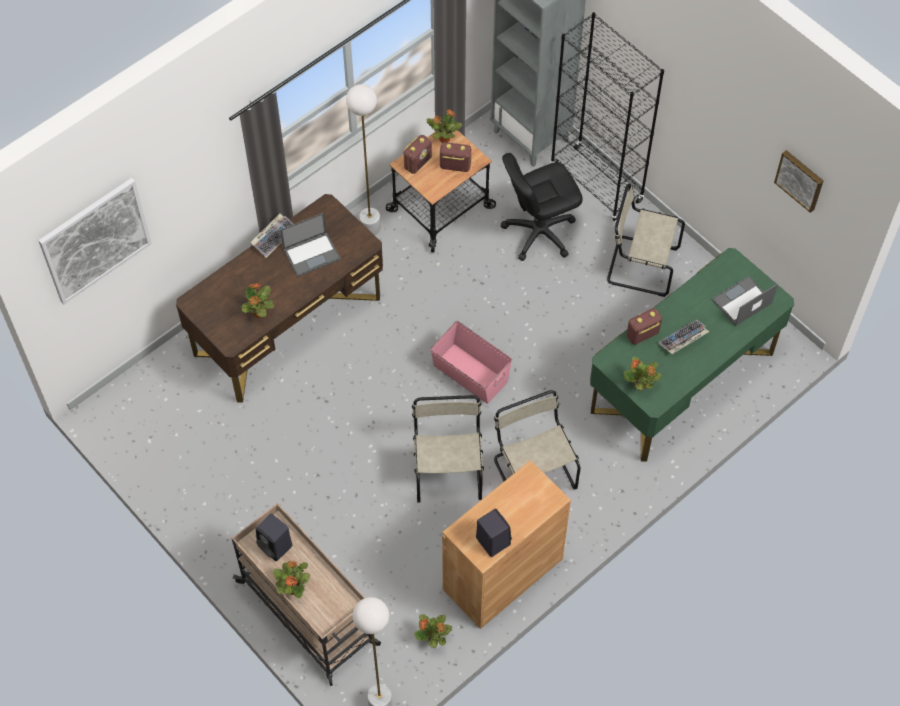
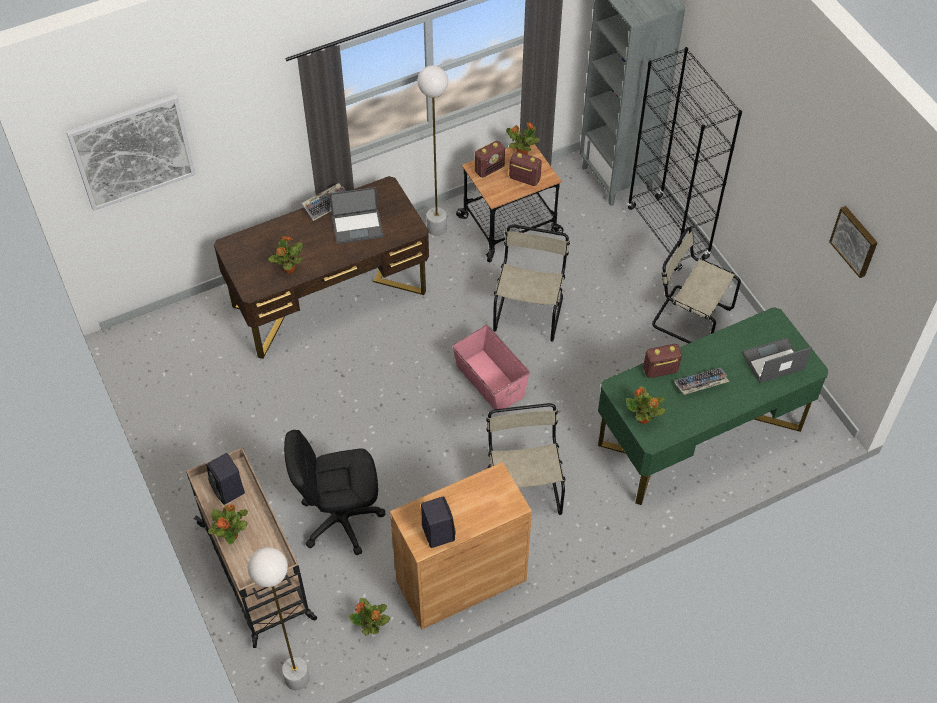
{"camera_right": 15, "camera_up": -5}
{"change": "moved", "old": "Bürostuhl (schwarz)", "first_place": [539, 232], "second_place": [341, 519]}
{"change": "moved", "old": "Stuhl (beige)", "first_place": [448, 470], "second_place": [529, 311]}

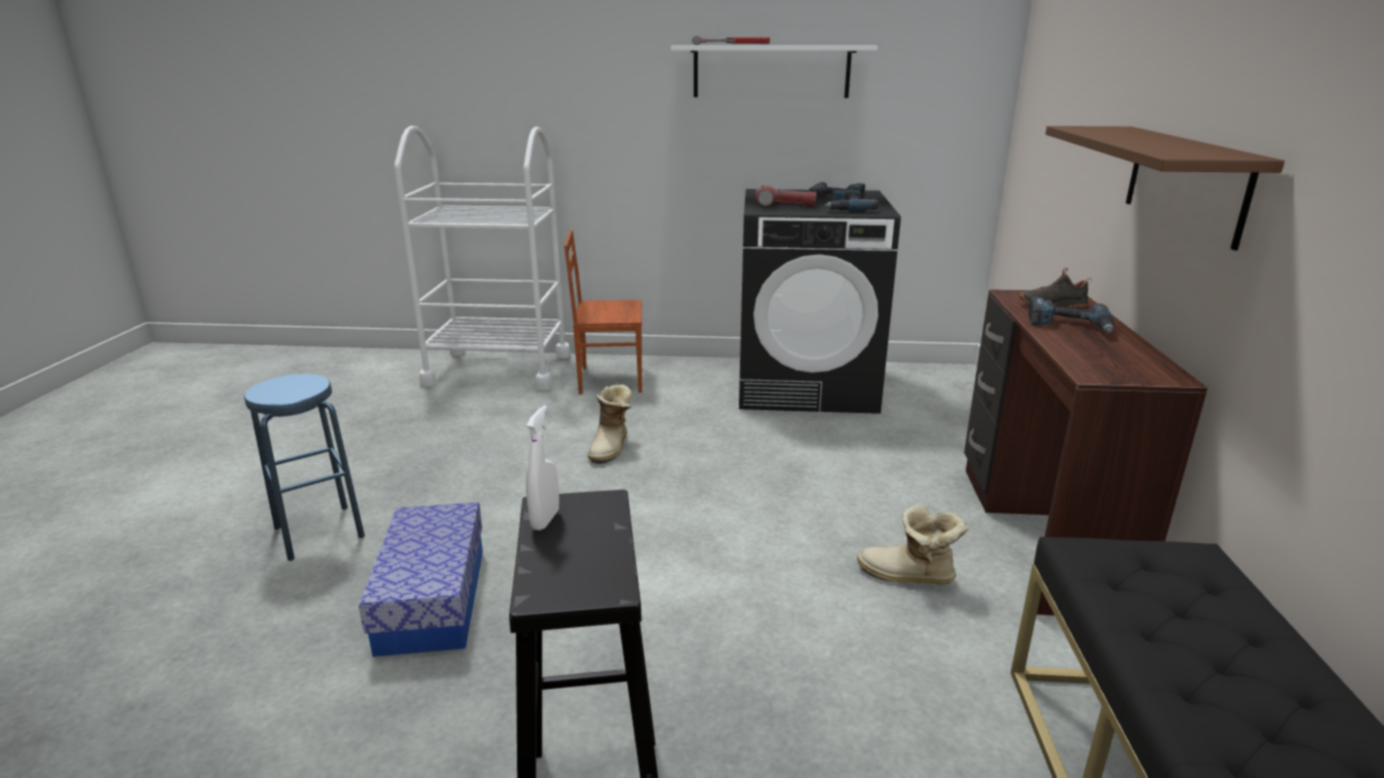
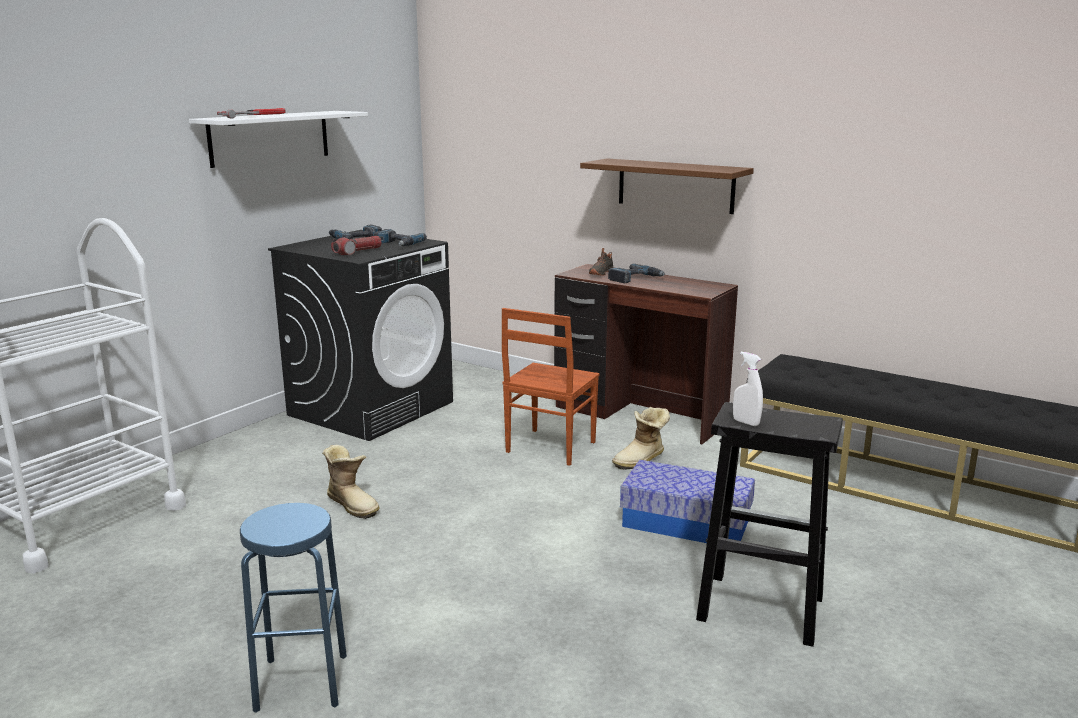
{"camera_right": -60, "camera_up": -5}
{"change": "moved", "old": "Stuhl (braun)", "first_place": [609, 379], "second_place": [549, 447]}
{"change": "moved", "old": "Aufbewahrungsbox", "first_place": [433, 599], "second_place": [686, 523]}

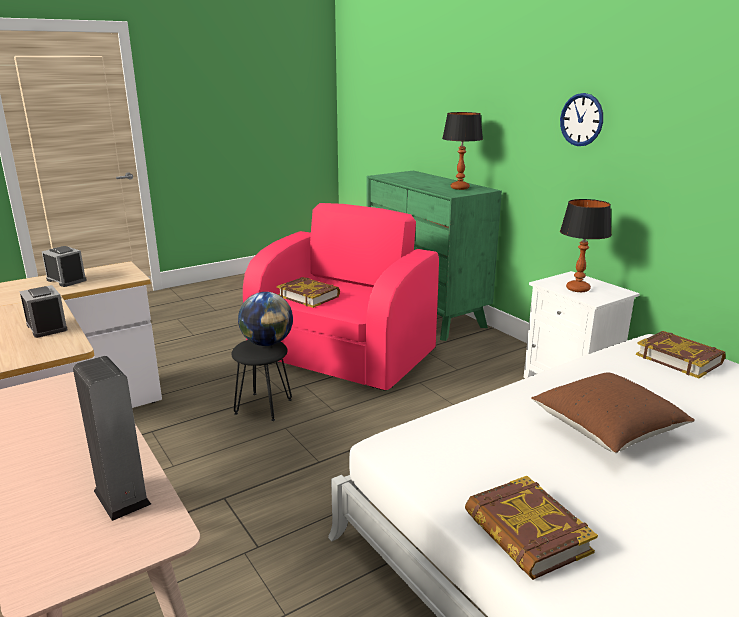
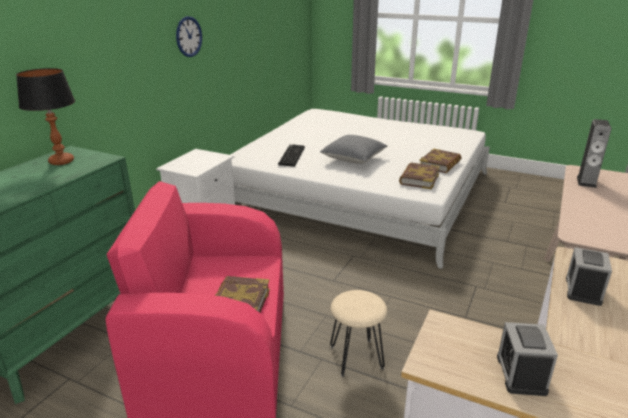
{"camera_right": -120, "camera_up": 5}
{"change": "moved", "old": "Wanduhr", "first_place": [581, 119], "second_place": [189, 36]}
{"change": "added", "new": "Tastatur", "second_place": [291, 156]}
{"change": "recoloured", "old": "Kissen (braun)", "new": "Kissen (grau)", "first_place": [606, 430], "second_place": [353, 159]}
{"change": "recoloured", "old": "Hocker (schwarz)", "new": "Hocker (beige)", "first_place": [264, 406], "second_place": [356, 357]}
{"change": "moved", "old": "Buch", "first_place": [679, 359], "second_place": [419, 179]}
{"change": "removed", "old": "Globus", "first_place": [267, 343]}
{"change": "removed", "old": "Tischlampe", "first_place": [577, 289]}

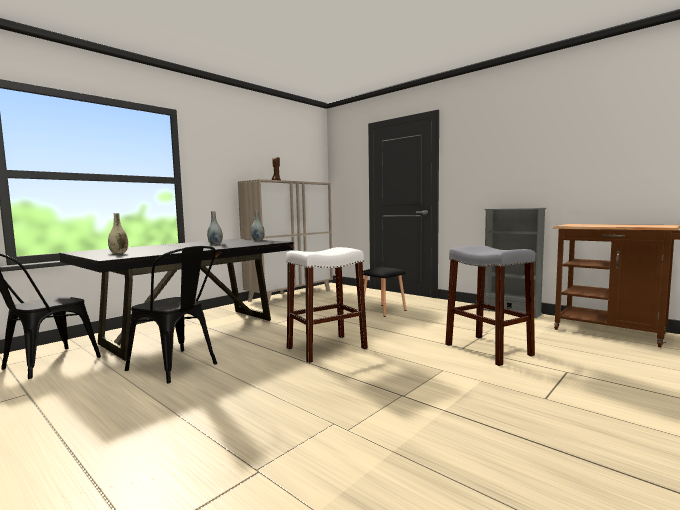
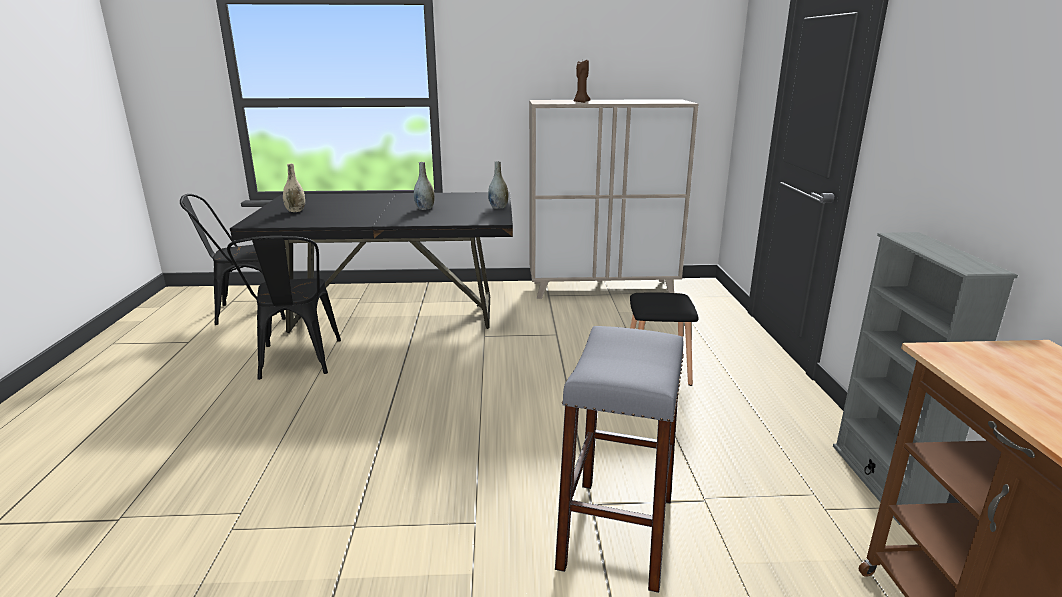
{"camera_right": 45, "camera_up": 15}
{"change": "removed", "old": "Hocker (weiß)", "first_place": [327, 348]}

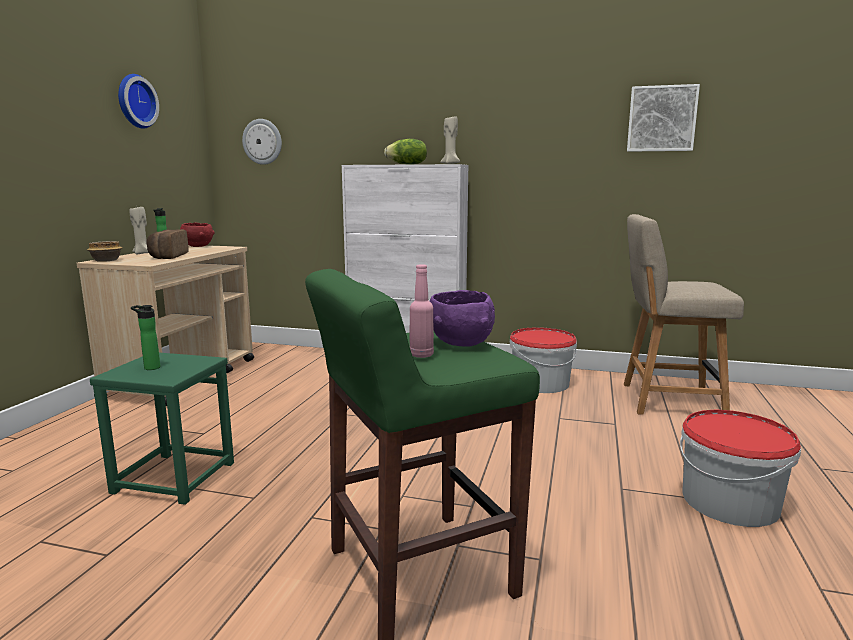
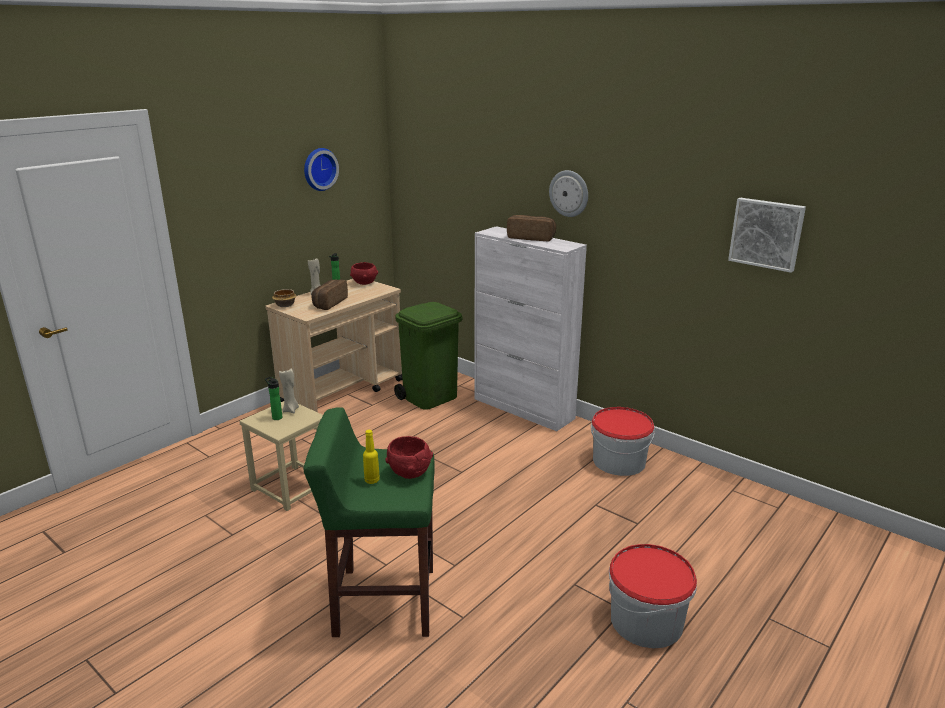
{"camera_right": 25, "camera_up": 10}
{"change": "recoloured", "old": "Hocker (grün)", "new": "Hocker (beige)", "first_place": [173, 478], "second_place": [290, 487]}
{"change": "moved", "old": "Kerze (beige)", "first_place": [450, 164], "second_place": [291, 410]}
{"change": "recoloured", "old": "Flasche (rosa)", "new": "Flasche (gelb)", "first_place": [421, 355], "second_place": [372, 480]}
{"change": "recoloured", "old": "Schüssel (lila)", "new": "Schüssel (rot)", "first_place": [461, 343], "second_place": [409, 473]}
{"change": "added", "new": "Mülleimer (grün)", "second_place": [430, 397]}
{"change": "replaced", "old": "Salatkopf", "new": "Brot", "first_place": [407, 164], "second_place": [531, 238]}
{"change": "moved", "old": "Wanduhr", "first_place": [262, 142], "second_place": [569, 193]}
{"change": "removed", "old": "Stuhl (beige)", "first_place": [666, 400]}

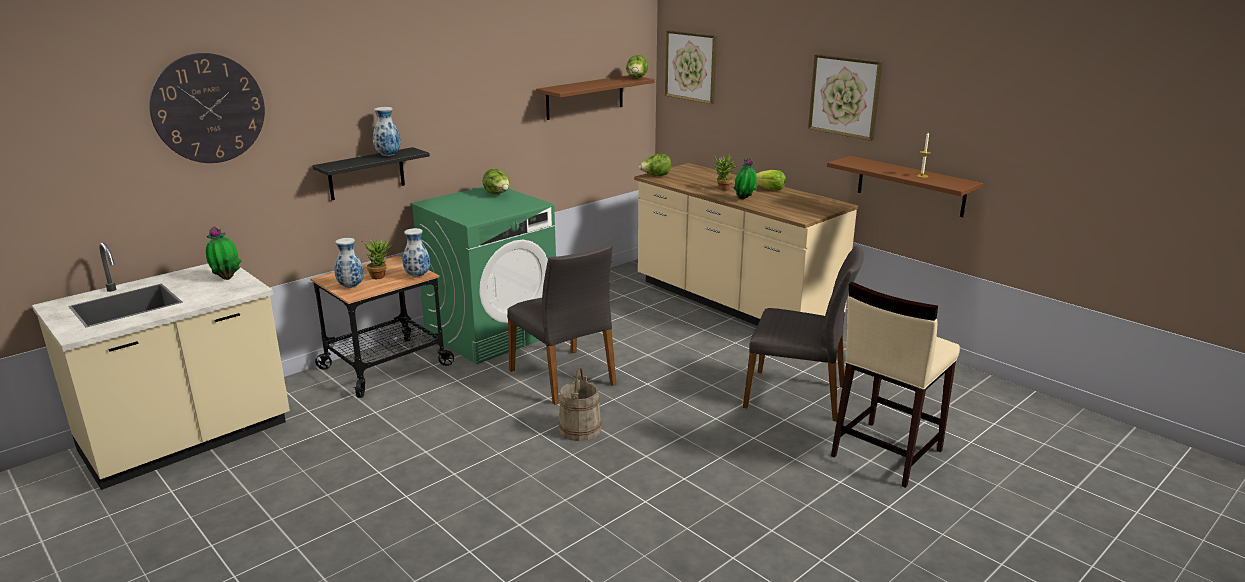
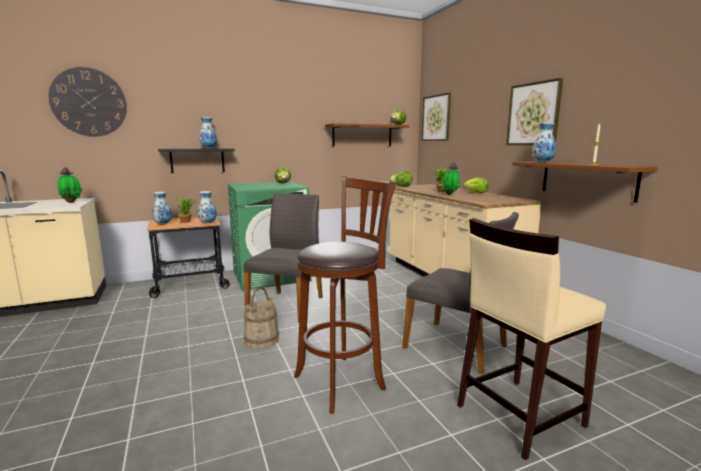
{"camera_right": 20, "camera_up": -10}
{"change": "turned", "old": "Stuhl (grau)", "first_place": [564, 377], "second_place": [287, 305], "degrees": -150}
{"change": "added", "new": "Hocker (braun)", "second_place": [343, 380]}
{"change": "added", "new": "Vase", "second_place": [542, 162]}

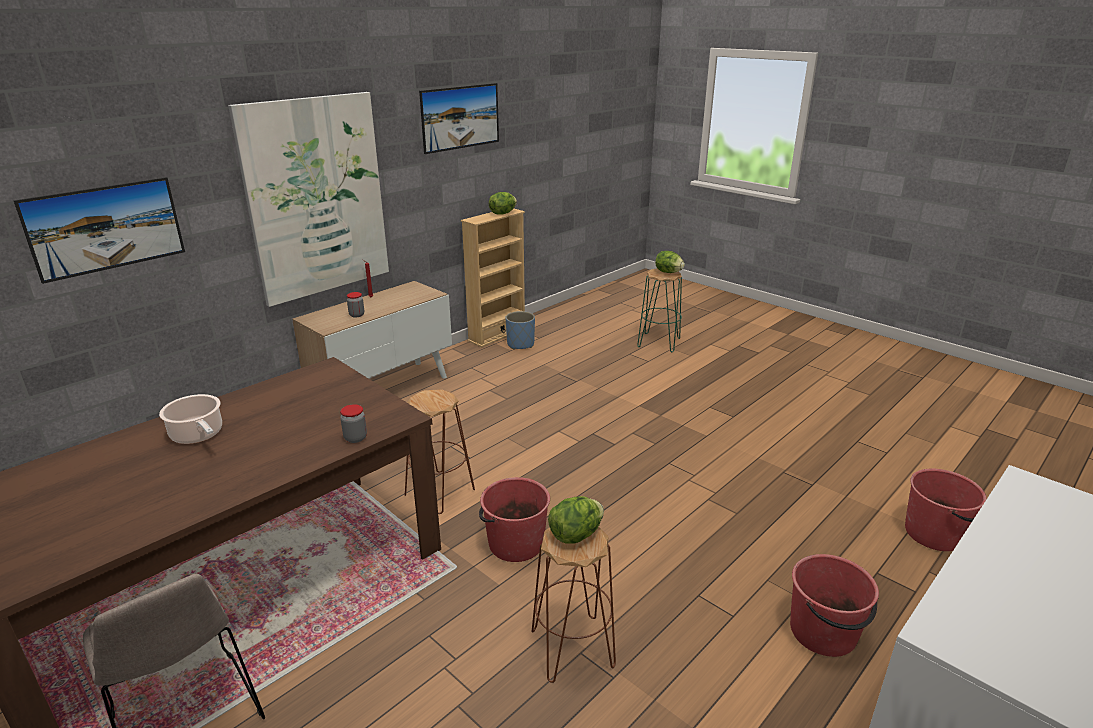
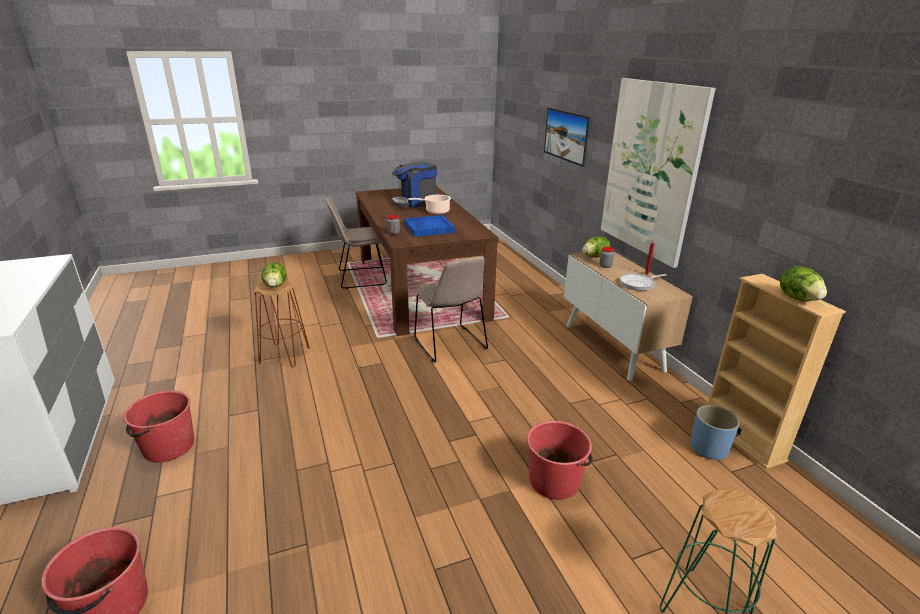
{"camera_right": 115, "camera_up": 0}
{"change": "added", "new": "Kaffeemaschine", "second_place": [415, 202]}
{"change": "added", "new": "Tablett (blau)", "second_place": [428, 228]}
{"change": "replaced", "old": "Hocker (braun)", "new": "Stuhl (beige)", "first_place": [440, 492], "second_place": [451, 345]}
{"change": "moved", "old": "Eimer (rot)", "first_place": [515, 543], "second_place": [554, 481]}
{"change": "moved", "old": "Salatkopf", "first_place": [668, 272], "second_place": [595, 257]}
{"change": "added", "new": "Pfanne", "second_place": [639, 284]}
{"change": "removed", "old": "Bild", "first_place": [461, 132]}

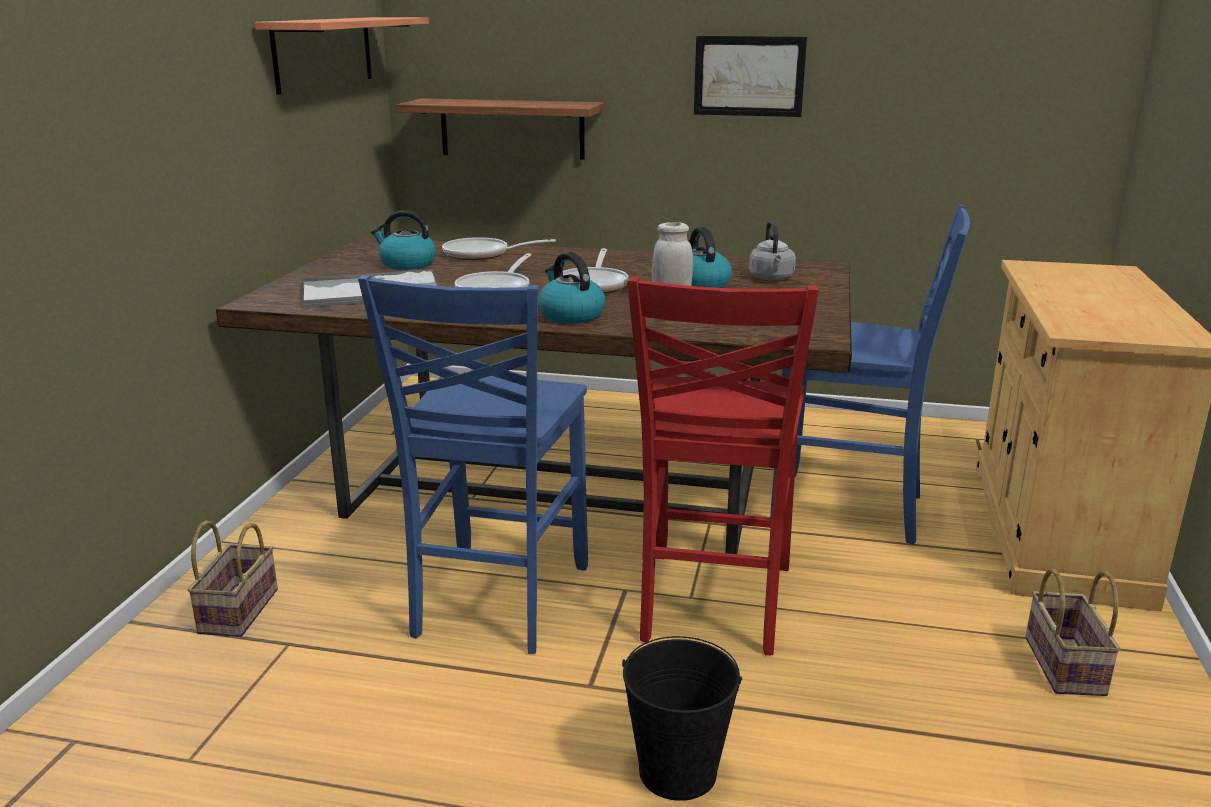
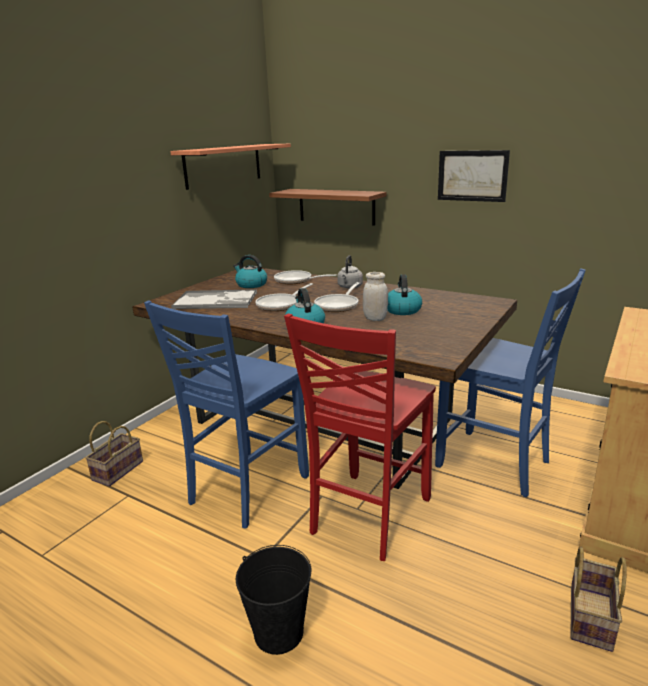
{"camera_right": 20, "camera_up": 0}
{"change": "moved", "old": "Wasserkessel (grau)", "first_place": [771, 278], "second_place": [349, 287]}

